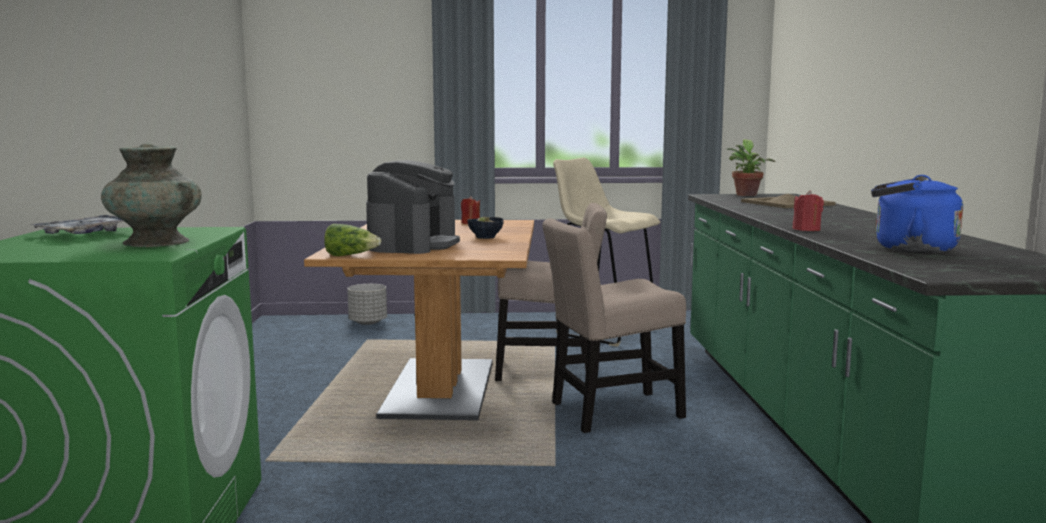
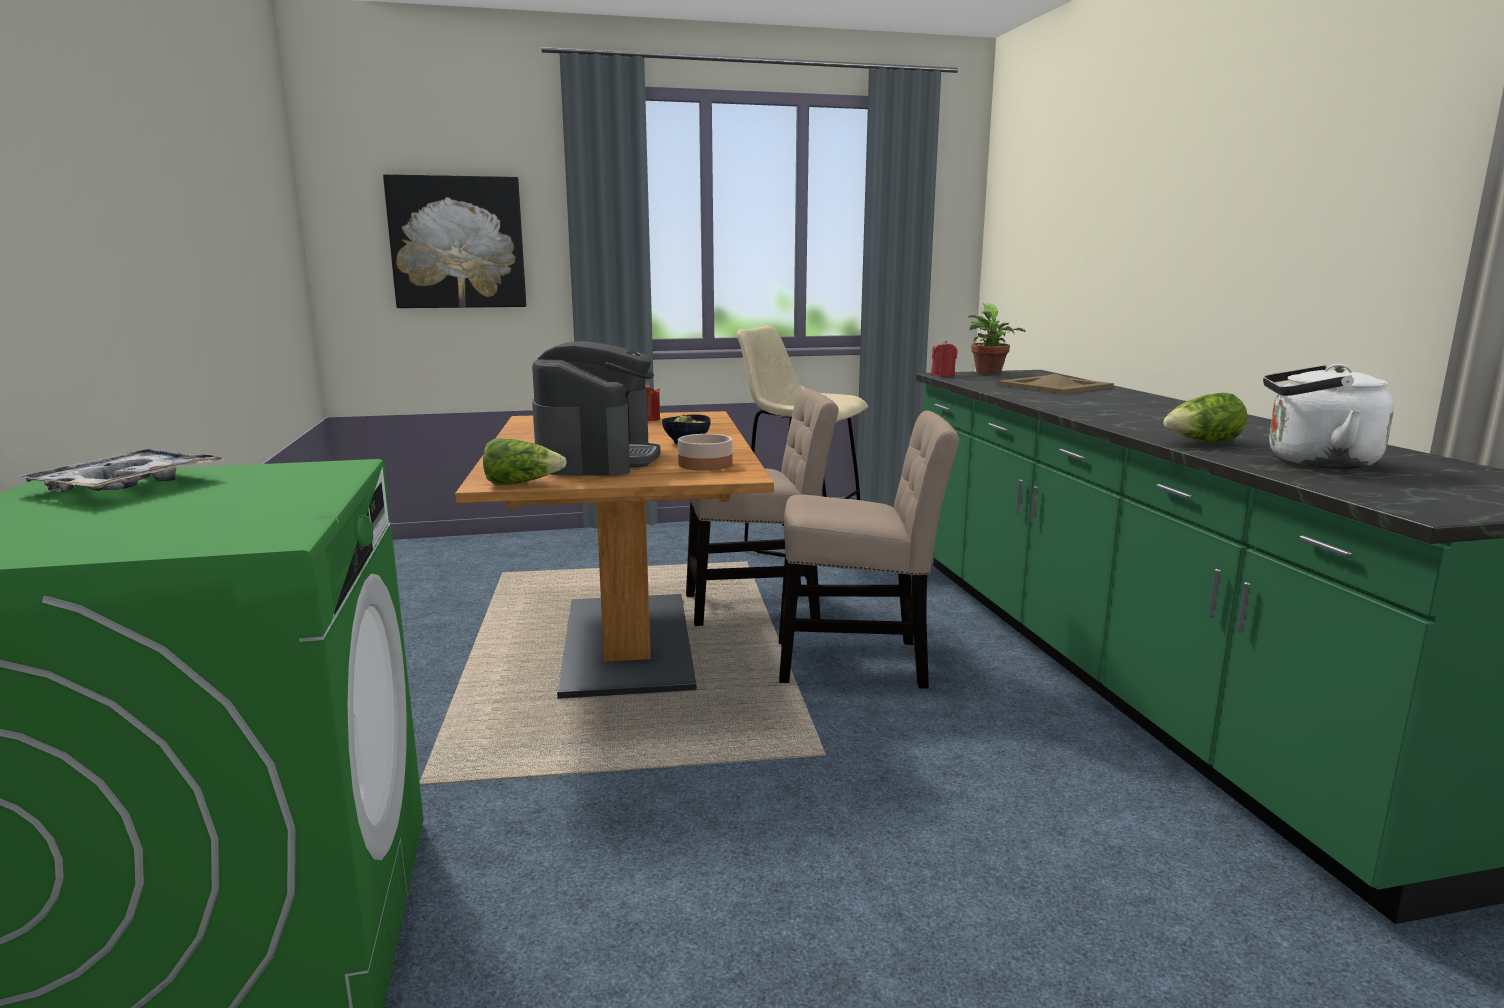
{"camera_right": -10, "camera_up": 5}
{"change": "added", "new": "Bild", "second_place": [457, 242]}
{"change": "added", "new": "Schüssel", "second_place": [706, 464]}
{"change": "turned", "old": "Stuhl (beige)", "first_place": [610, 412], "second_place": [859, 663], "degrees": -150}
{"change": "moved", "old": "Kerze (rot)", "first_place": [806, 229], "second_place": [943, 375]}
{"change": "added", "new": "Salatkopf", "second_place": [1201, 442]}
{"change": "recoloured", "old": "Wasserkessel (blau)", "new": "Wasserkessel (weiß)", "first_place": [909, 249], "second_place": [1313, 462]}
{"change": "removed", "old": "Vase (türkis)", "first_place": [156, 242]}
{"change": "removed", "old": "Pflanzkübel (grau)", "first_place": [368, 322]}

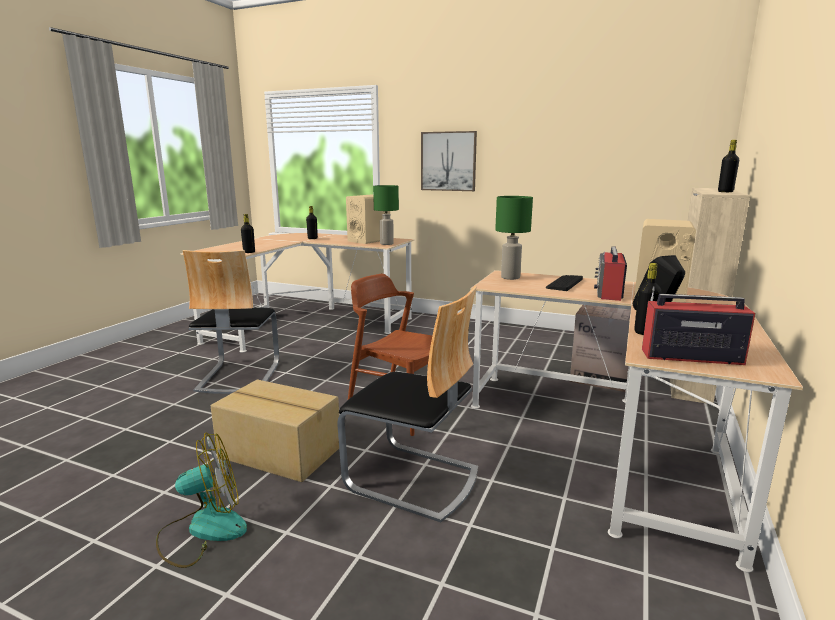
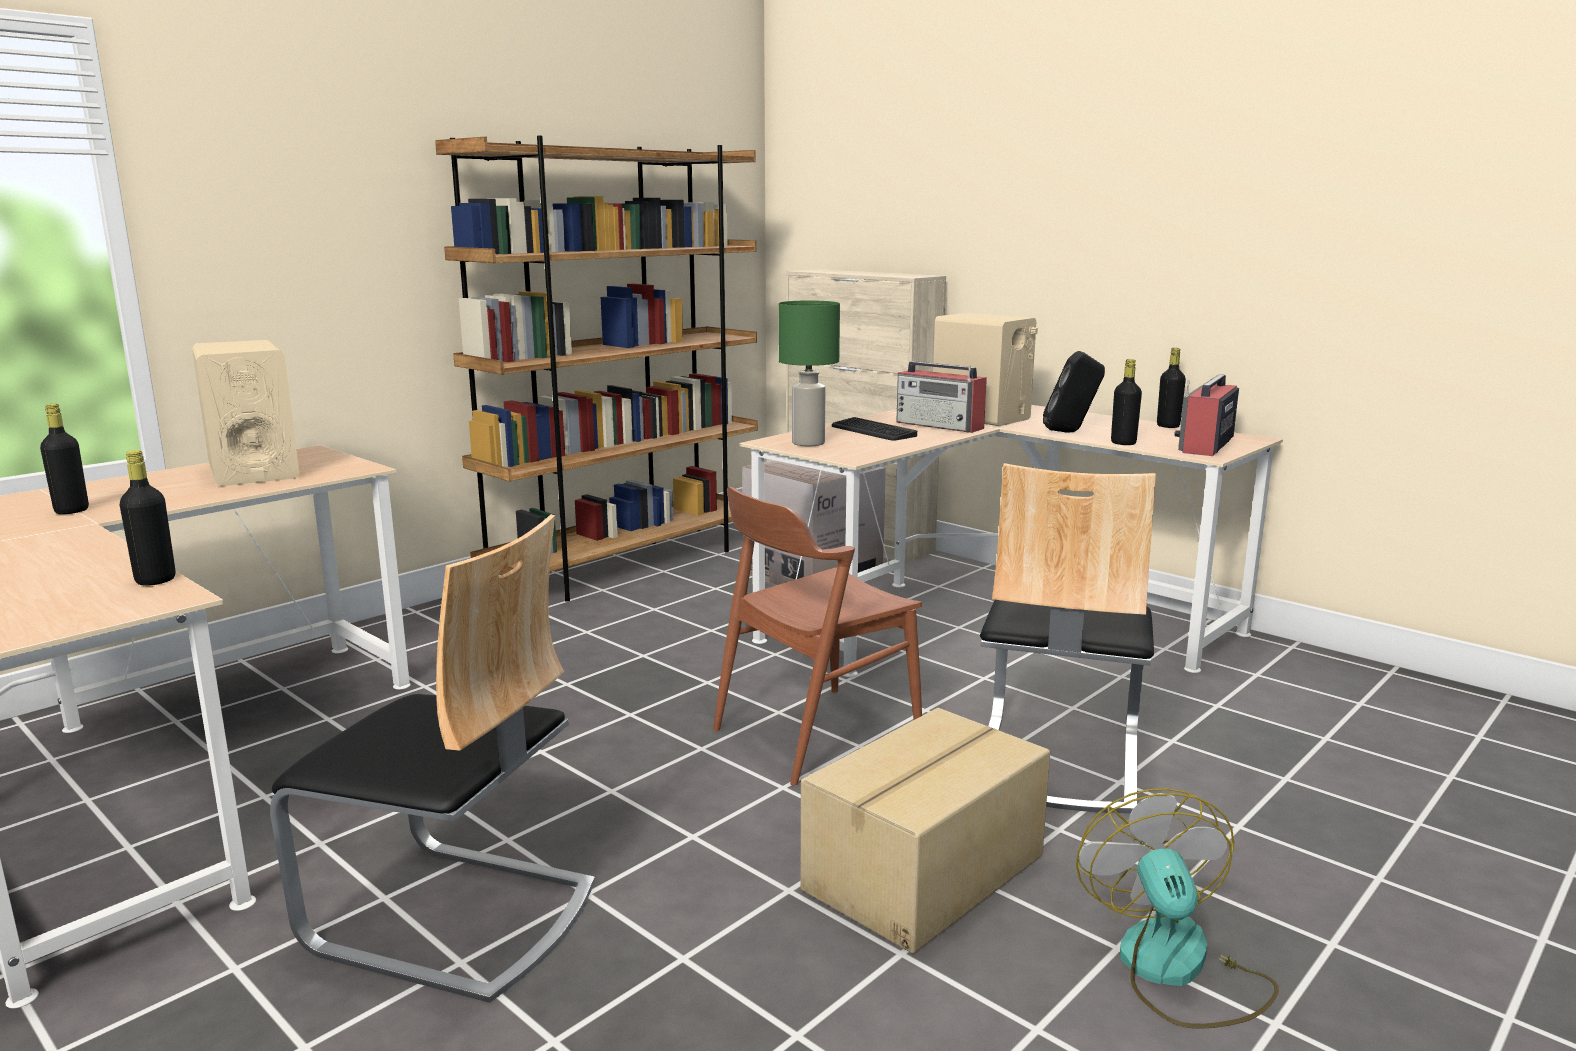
{"camera_right": -70, "camera_up": 0}
{"change": "added", "new": "Bücherregal (braun)", "second_place": [626, 565]}
{"change": "turned", "old": "Stuhl", "first_place": [413, 479], "second_place": [1056, 759], "degrees": 150}
{"change": "moved", "old": "Flasche (schwarz)", "first_place": [725, 192], "second_place": [1168, 426]}
{"change": "removed", "old": "Tischlampe (grün)", "first_place": [386, 244]}
{"change": "removed", "old": "Bild", "first_place": [448, 161]}

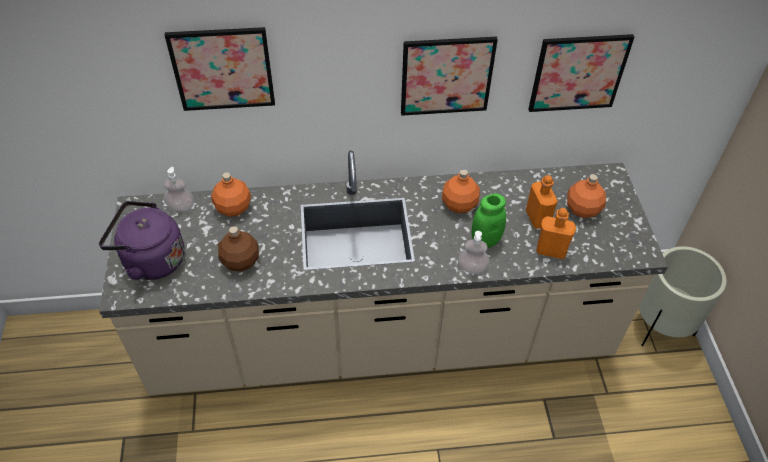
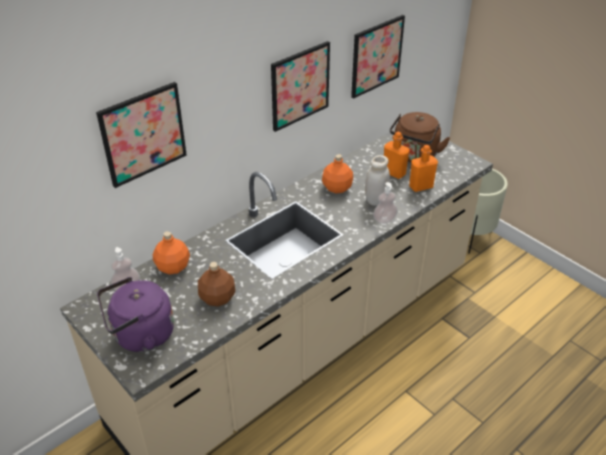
{"camera_right": -35, "camera_up": -10}
{"change": "recoloured", "old": "Vorratsglas (grün)", "new": "Vorratsglas (weiß)", "first_place": [485, 240], "second_place": [375, 200]}
{"change": "replaced", "old": "Flasche (orange)", "new": "Wasserkessel (braun)", "first_place": [582, 209], "second_place": [414, 156]}

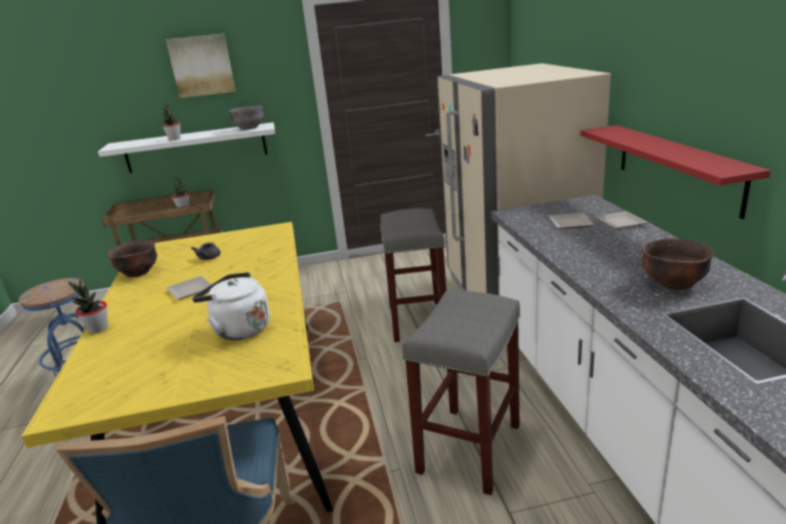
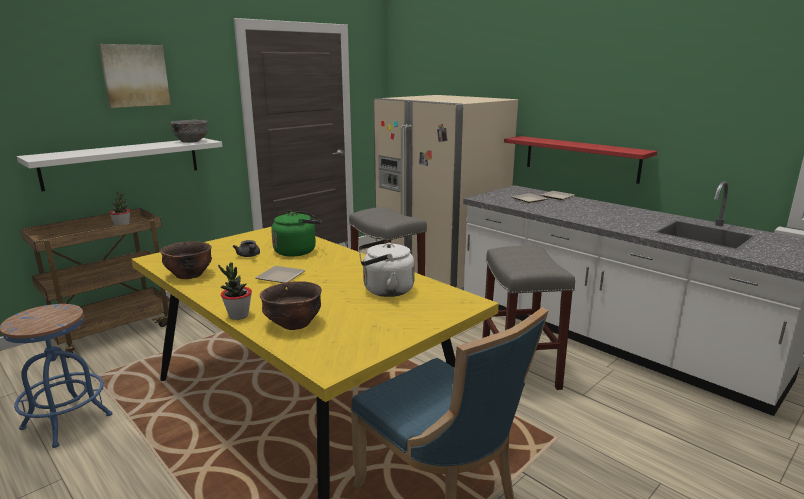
{"camera_right": -35, "camera_up": -5}
{"change": "moved", "old": "Schüssel (braun)", "first_place": [673, 283], "second_place": [293, 324]}
{"change": "added", "new": "Wasserkessel (grün)", "second_place": [297, 251]}
{"change": "removed", "old": "Topfpflanze", "first_place": [174, 139]}

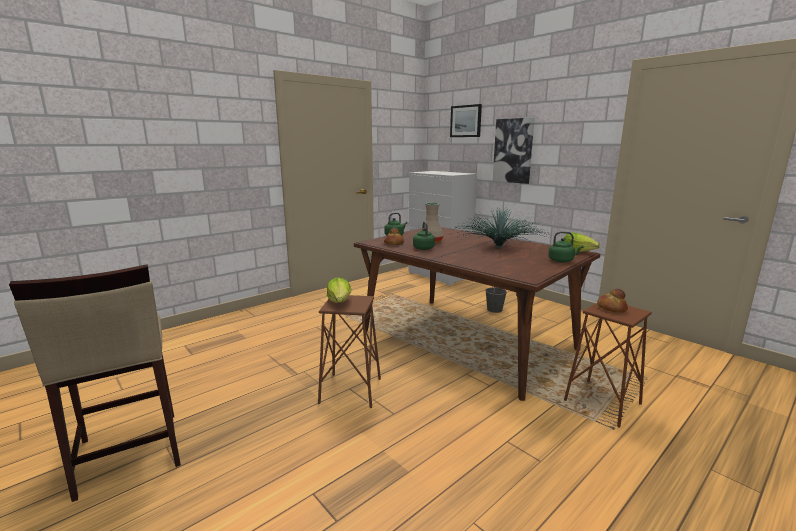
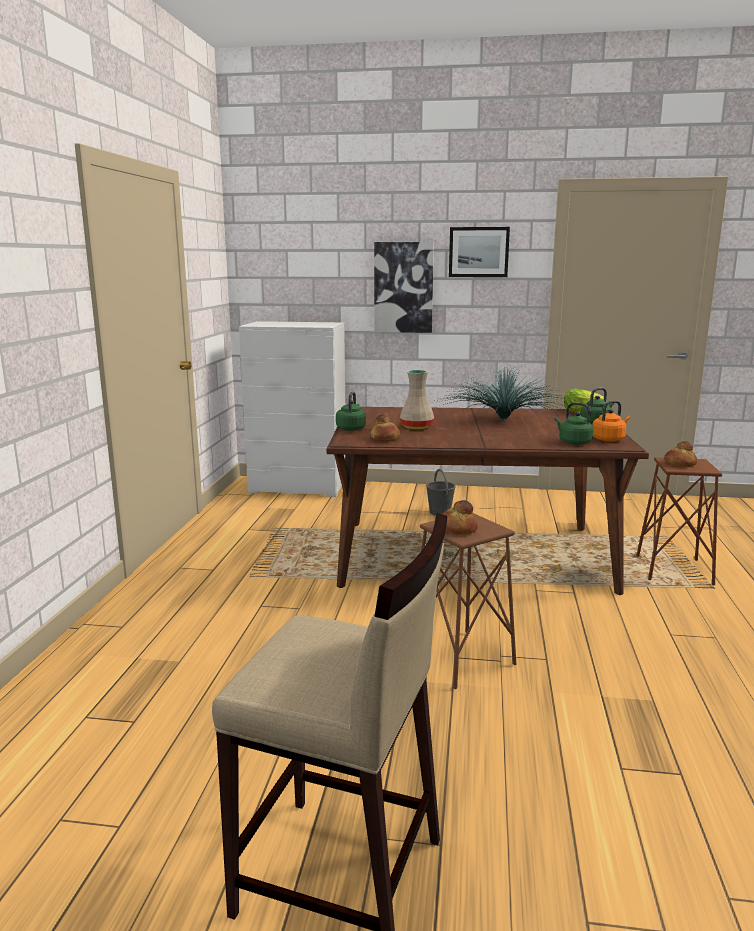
{"camera_right": -40, "camera_up": 0}
{"change": "replaced", "old": "Salatkopf", "new": "Brot", "first_place": [340, 302], "second_place": [457, 529]}
{"change": "moved", "old": "Bild", "first_place": [466, 121], "second_place": [478, 252]}
{"change": "moved", "old": "Wasserkessel (grün)", "first_place": [423, 248], "second_place": [573, 442]}
{"change": "added", "new": "Wasserkessel (orange)", "second_place": [609, 439]}

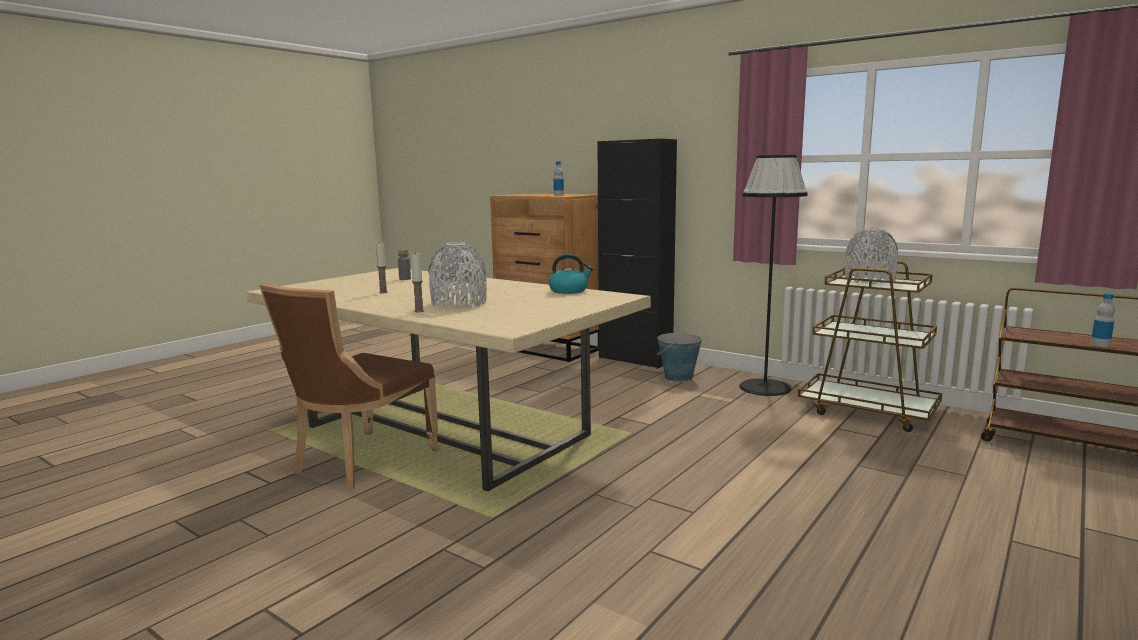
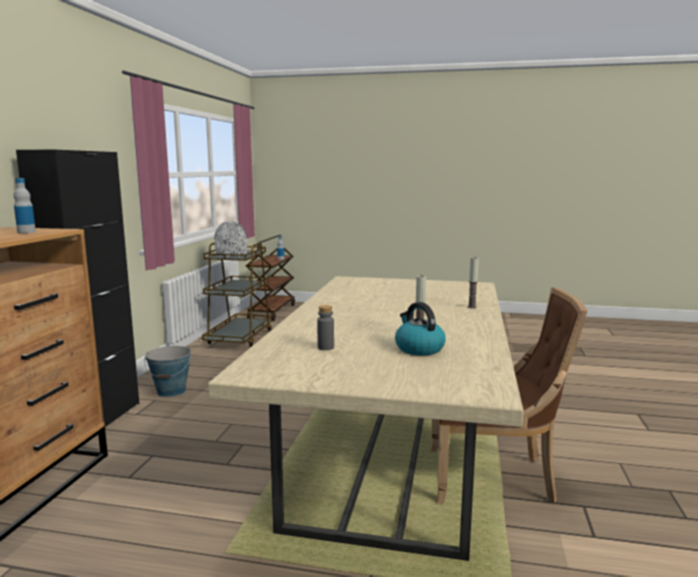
{"camera_right": -115, "camera_up": 0}
{"change": "moved", "old": "Wasserkessel", "first_place": [569, 291], "second_place": [418, 348]}
{"change": "removed", "old": "Vase (grau)", "first_place": [459, 303]}
{"change": "removed", "old": "Stehlampe (schwarz)", "first_place": [764, 387]}

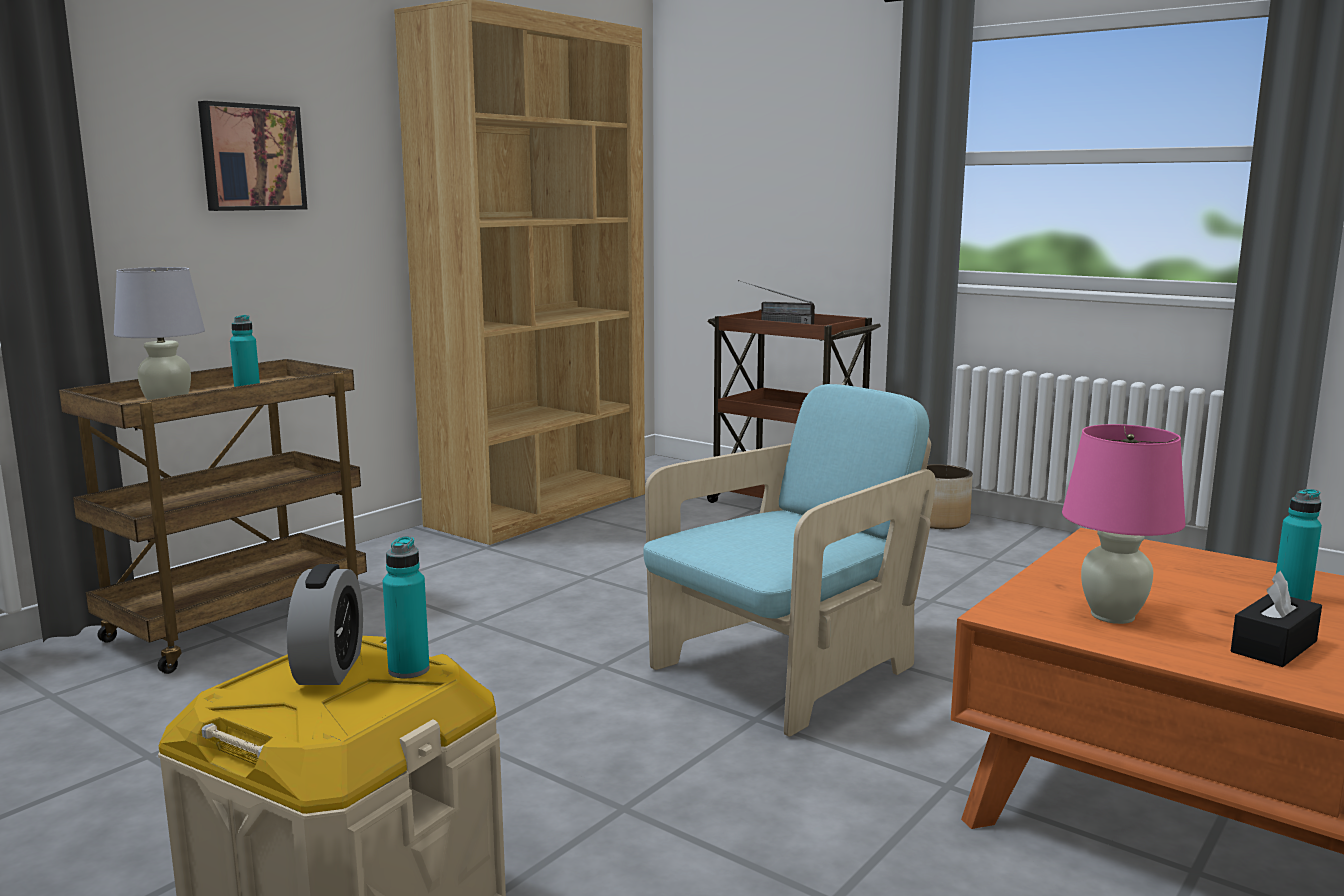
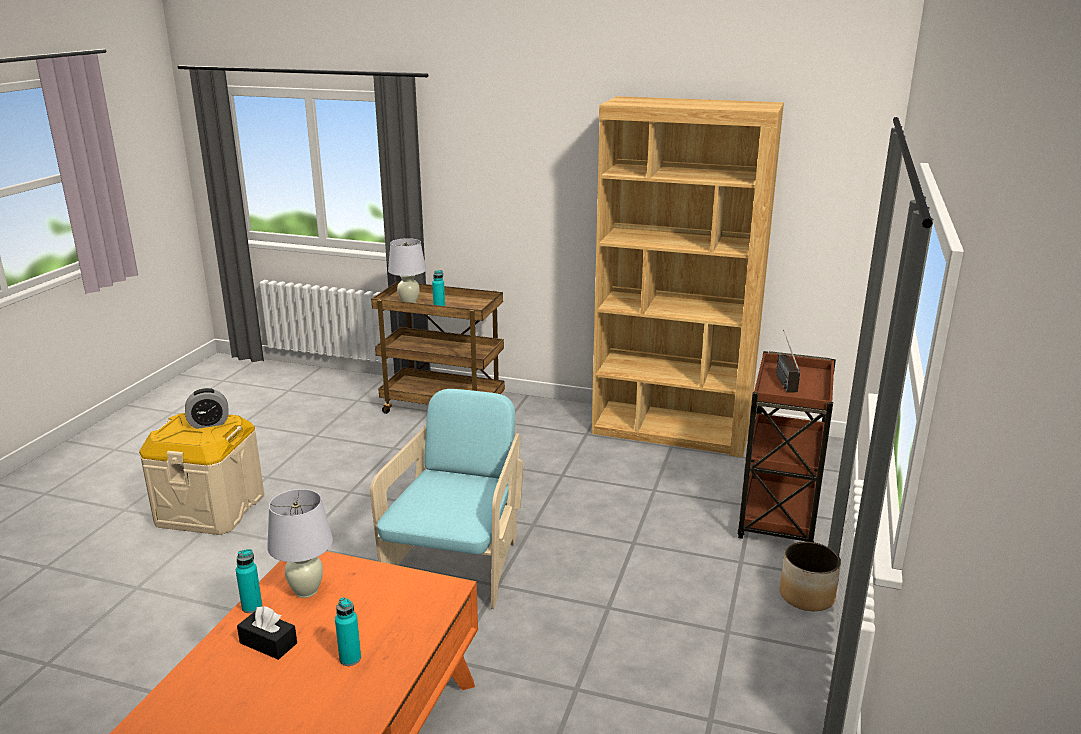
{"camera_right": 70, "camera_up": 10}
{"change": "moved", "old": "Flasche (türkis)", "first_place": [409, 670], "second_place": [252, 607]}
{"change": "recoloured", "old": "Tischlampe (rosa)", "new": "Tischlampe (weiß)", "first_place": [1113, 616], "second_place": [306, 591]}
{"change": "turned", "old": "Sessel (türkis)", "first_place": [786, 672], "second_place": [457, 565], "degrees": -105}
{"change": "removed", "old": "Bild", "first_place": [251, 157]}

